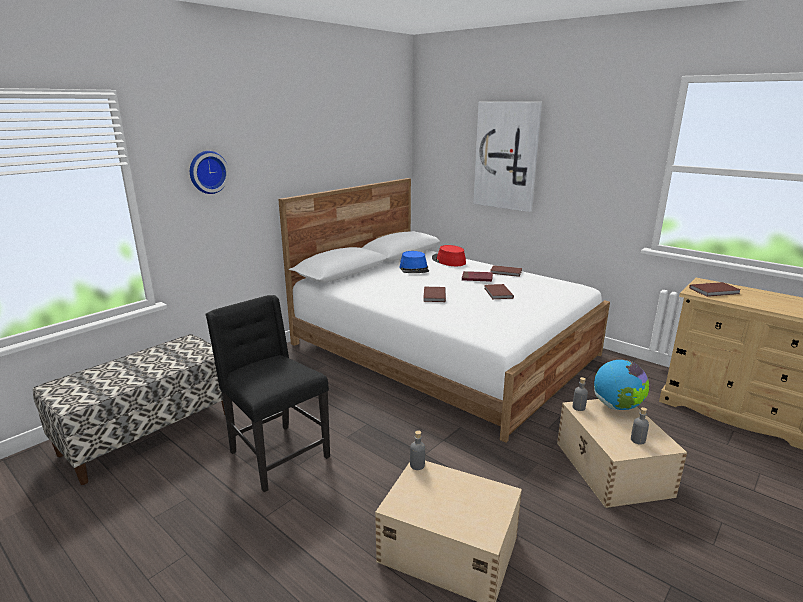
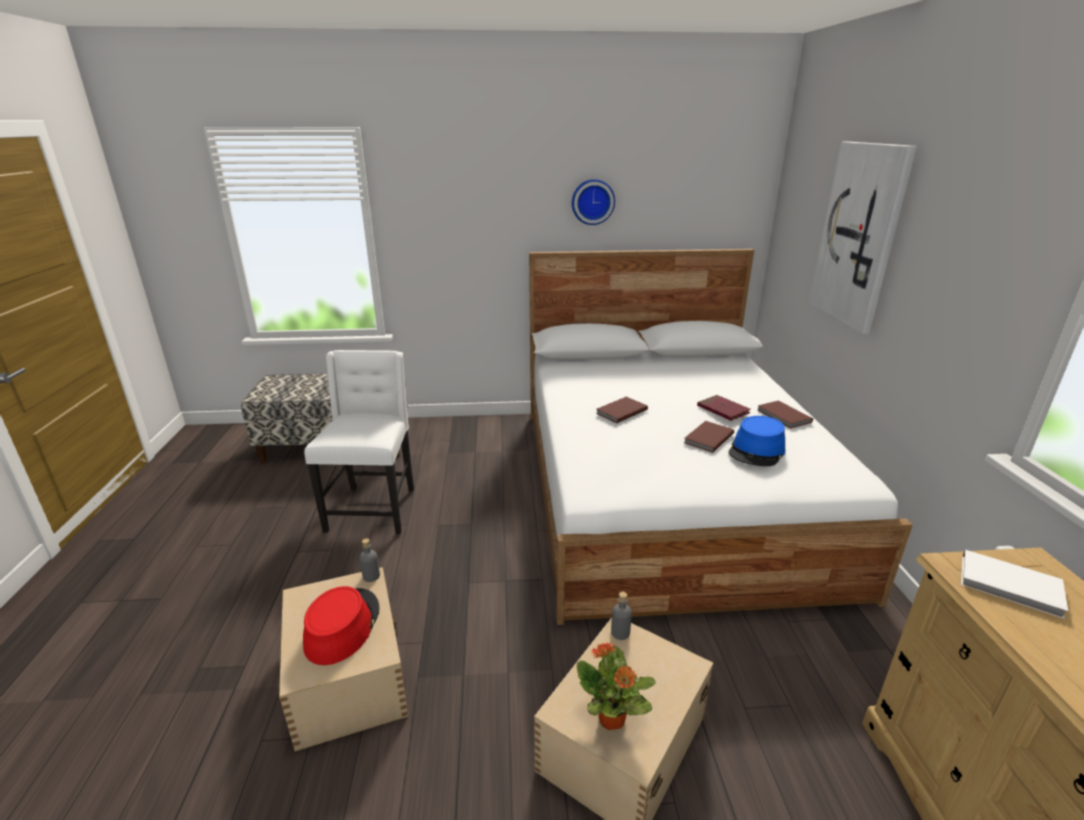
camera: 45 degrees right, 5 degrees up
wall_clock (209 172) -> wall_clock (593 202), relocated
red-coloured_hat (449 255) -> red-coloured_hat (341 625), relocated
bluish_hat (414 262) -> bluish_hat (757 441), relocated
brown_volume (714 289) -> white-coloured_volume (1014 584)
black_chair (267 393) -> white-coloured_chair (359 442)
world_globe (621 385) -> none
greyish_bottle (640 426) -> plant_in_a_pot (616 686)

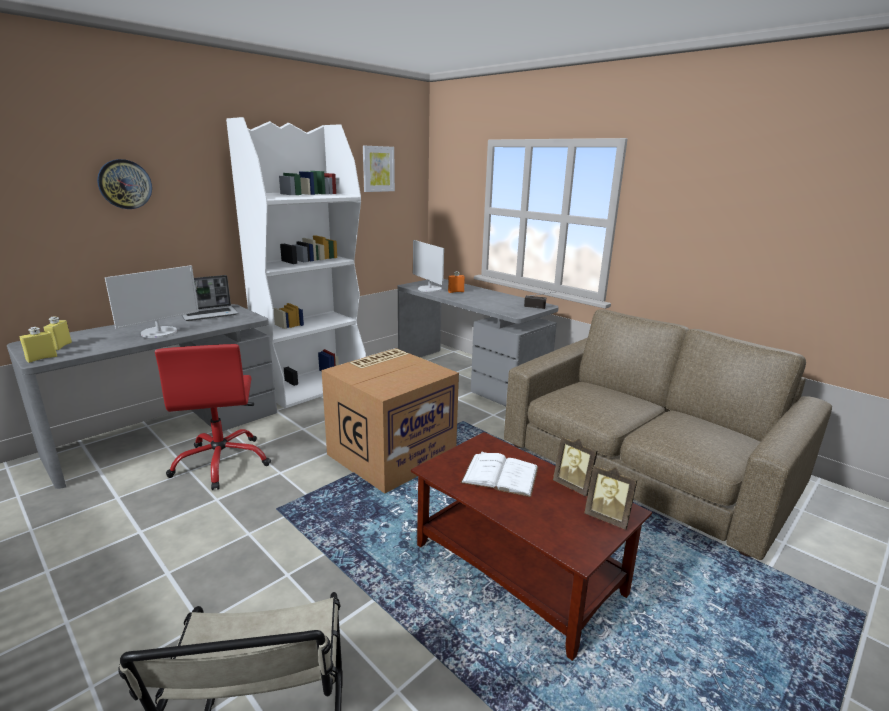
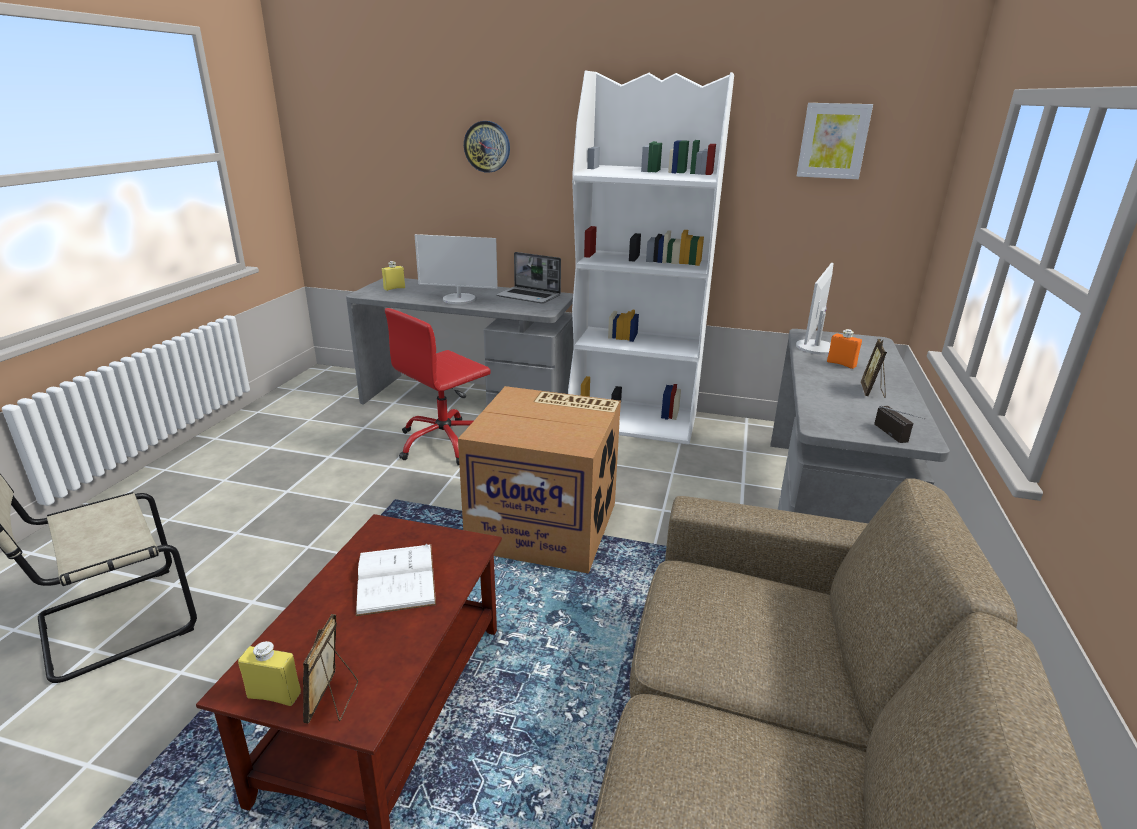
camera: 60 degrees right, 5 degrees up
yellowish_bottle (38 345) -> yellowish_bottle (269 673), relocated
photo_frame (575 466) -> photo_frame (874 368), relocated

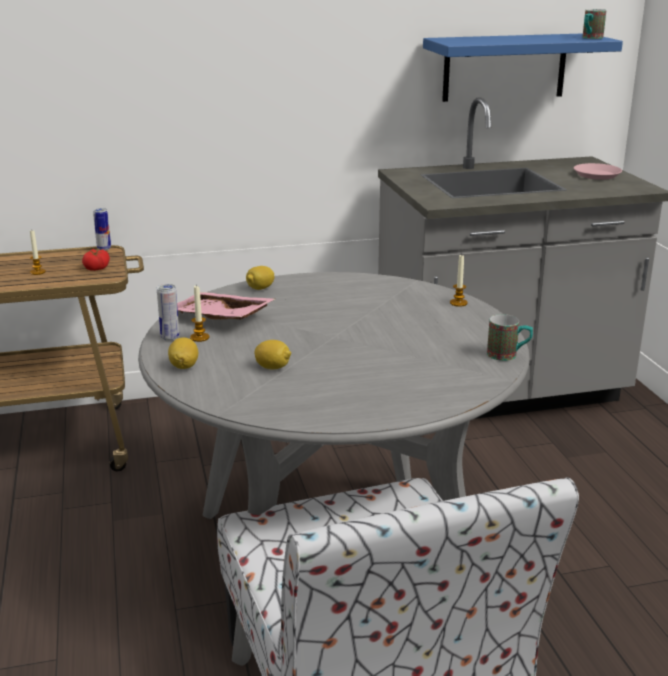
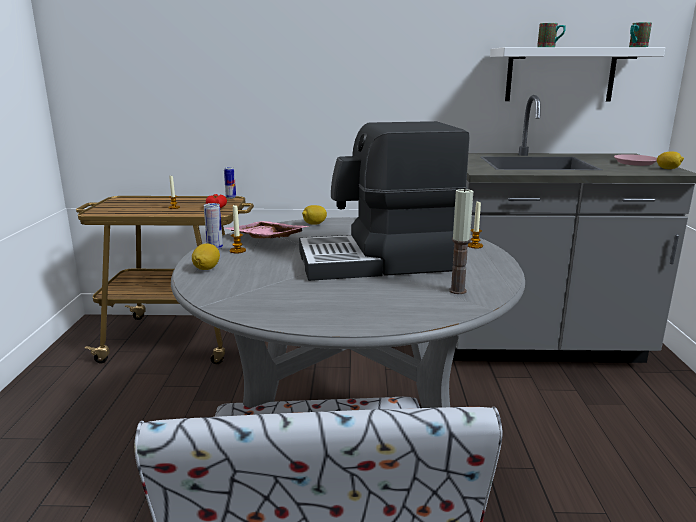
camera: 15 degrees right, 5 degrees down
bluish_bracket_shelf (523 67) -> white-coloured_bracket_shelf (577 74)
tea_mug (510 337) -> tea_mug (551 35), relocated
citrus_fruit (272 355) -> citrus_fruit (670 160), relocated
none -> coffee_machine (384 201)
none -> wax_light (461 240)

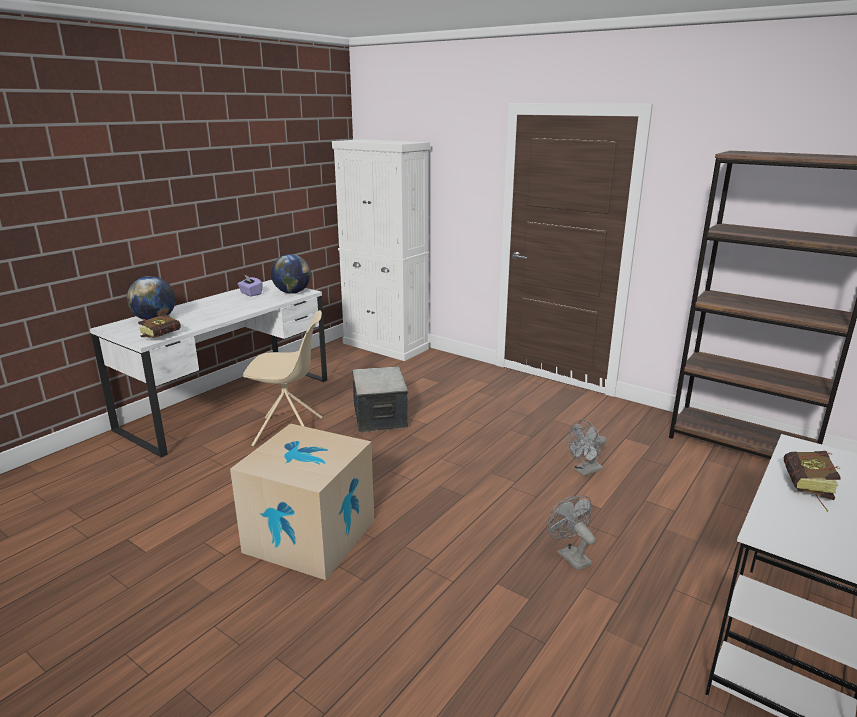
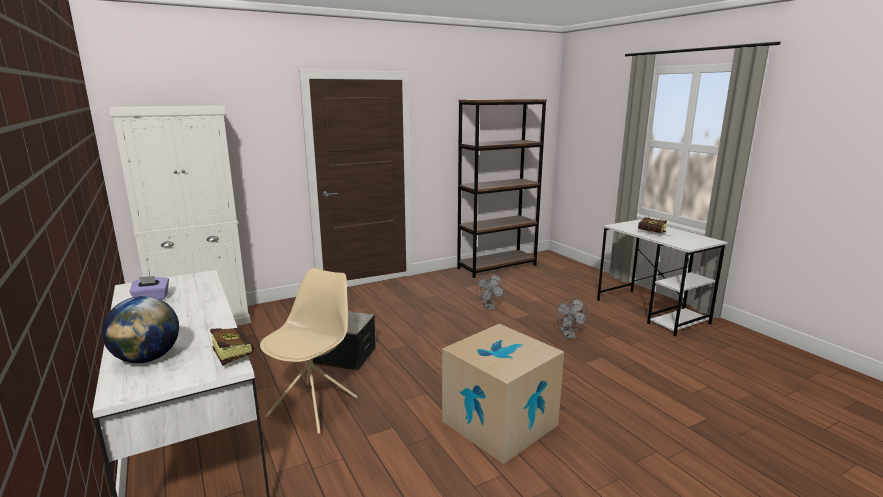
camera: 65 degrees left, 5 degrees down
world_globe (291 274) -> none
greyish_electric_fan (571 533) -> greyish_electric_fan (572 318), 90 degrees counterclockwise

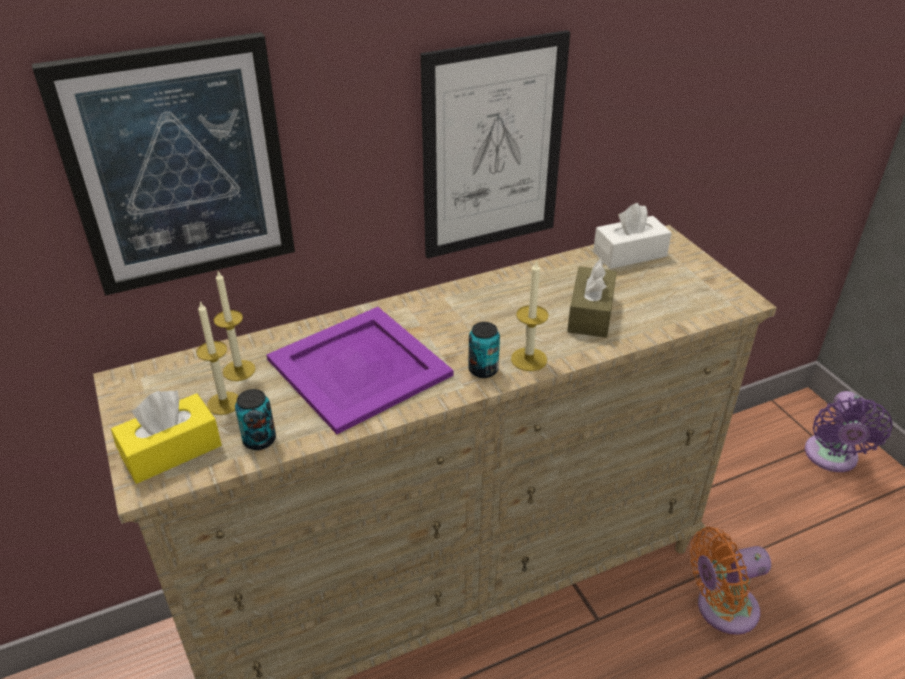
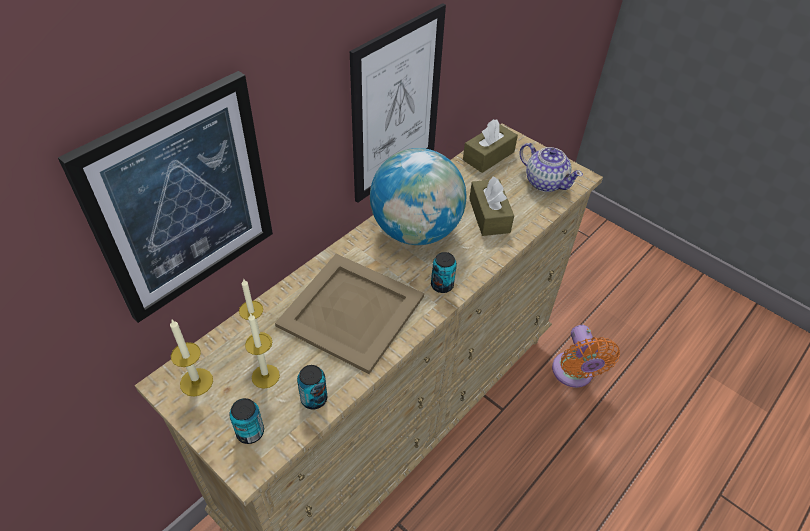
camera: 25 degrees left, 10 degrees up
white-coloured_tissue_box (632 236) -> brown_tissue_box (490 146)
wax_light (529 315) -> wax_light (191 358), relocated
purple-coloured_serving_tray (360 370) -> beige_serving_tray (349 314)
yellowish_tissue_box (166 437) -> metal_can (246 421)
purple-coloured_electric_fan (848 431) -> none
orange_electric_fan (730 581) -> orange_electric_fan (586 356), 60 degrees counterclockwise
none -> teapot (551 167)
none -> world_globe (418 196)

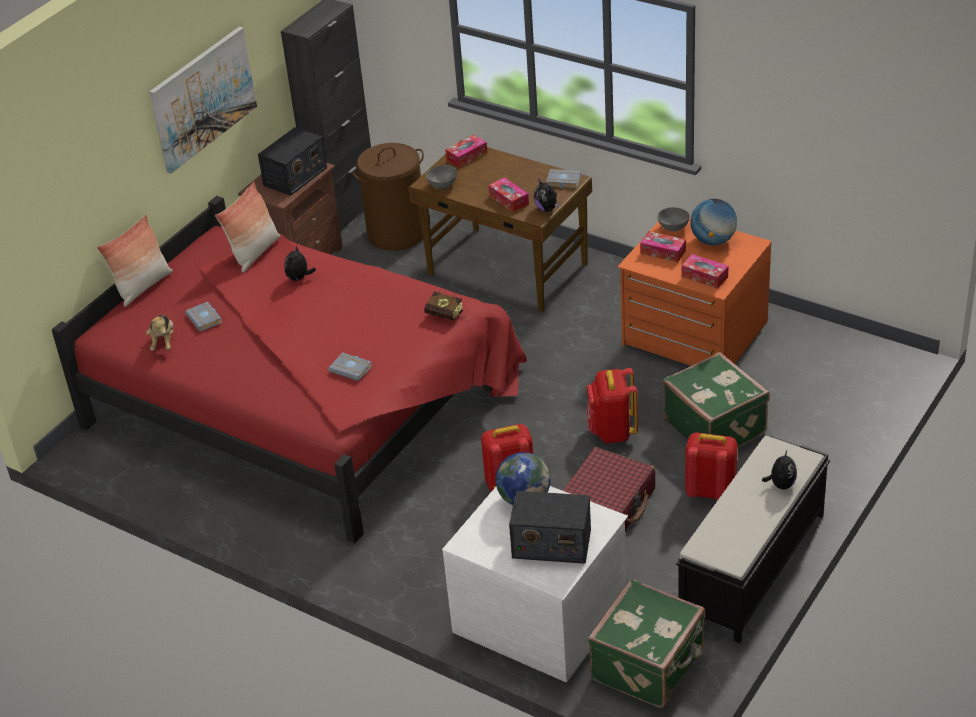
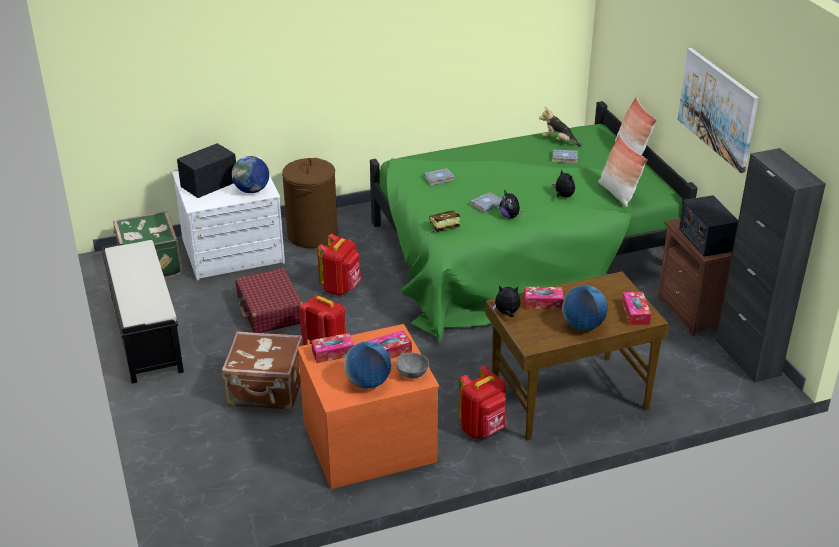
camera: 125 degrees right, 5 degrees down
brown_laundry_basket (388 197) -> brown_laundry_basket (310 203), relocated
greyish_serving_bowl (441 177) -> none
greyish_volume (563 178) -> greyish_volume (485 202), relocated
red-coloured_bed (289 370) -> greenish_bed (534 222)
greenish_suitcase (716 400) -> brown_suitcase (262 370)
red-coloured_knapsack (711 466) -> red-coloured_knapsack (482 402), relocated
soft_toy (779 469) -> soft_toy (511 204), relocated
none -> world_globe (585 308)

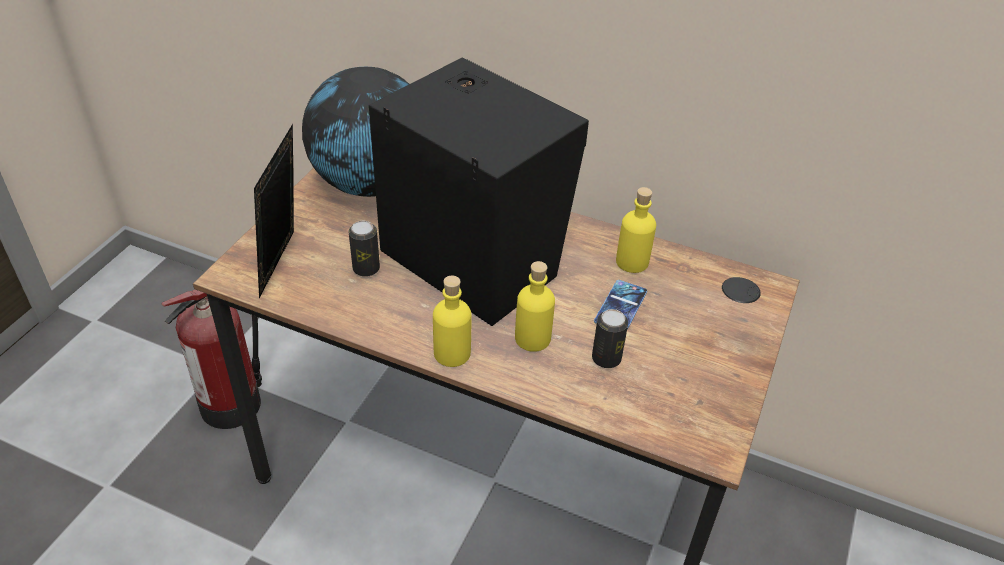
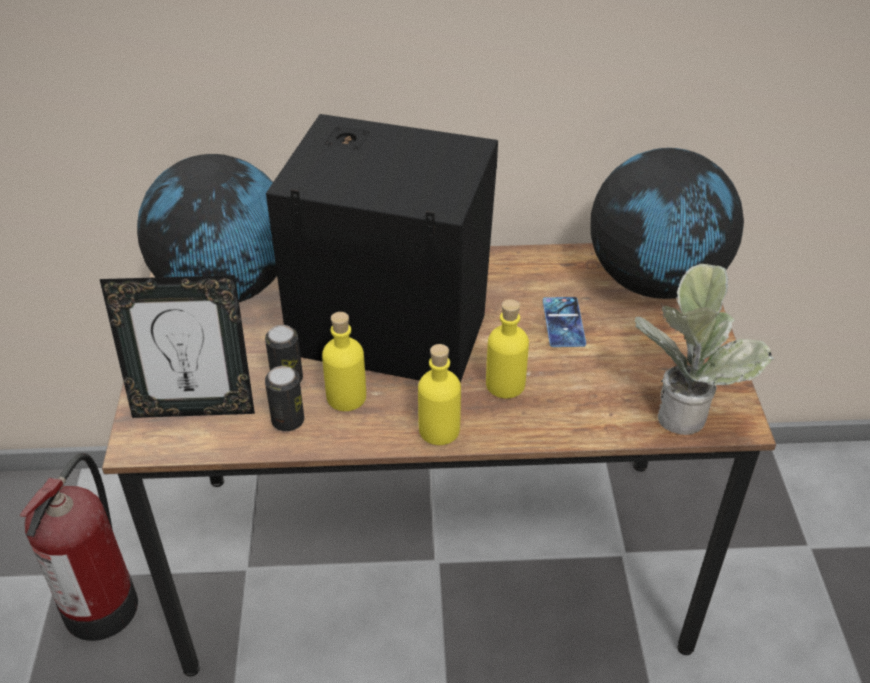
camera: 25 degrees left, 0 degrees up
photo_frame (274 211) -> photo_frame (177 346), 75 degrees counterclockwise
yellowish_bottle (636 230) -> yellowish_bottle (344 361), relocated
metal_can (610 338) -> metal_can (284 398), relocated
none -> world_globe (667 223)
none -> plant_in_a_pot (704 349)

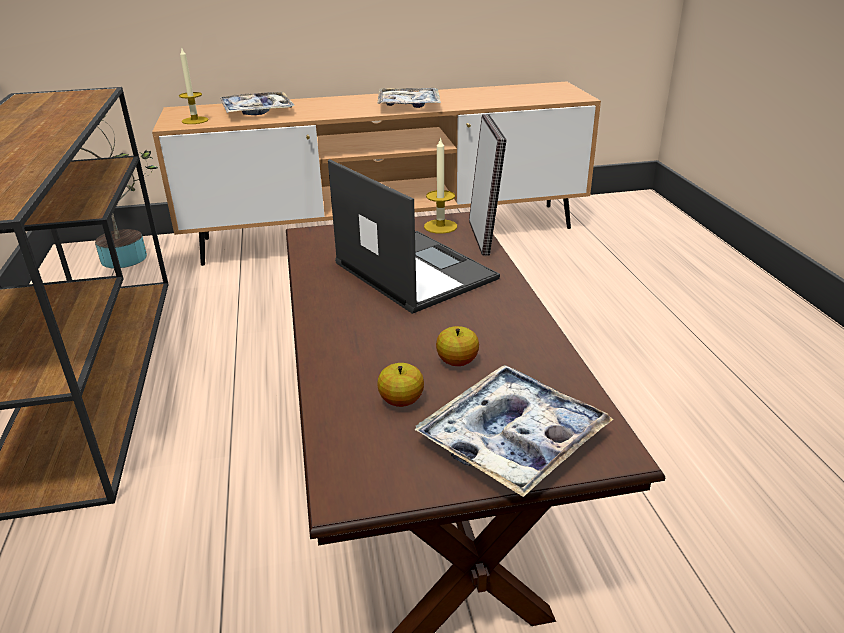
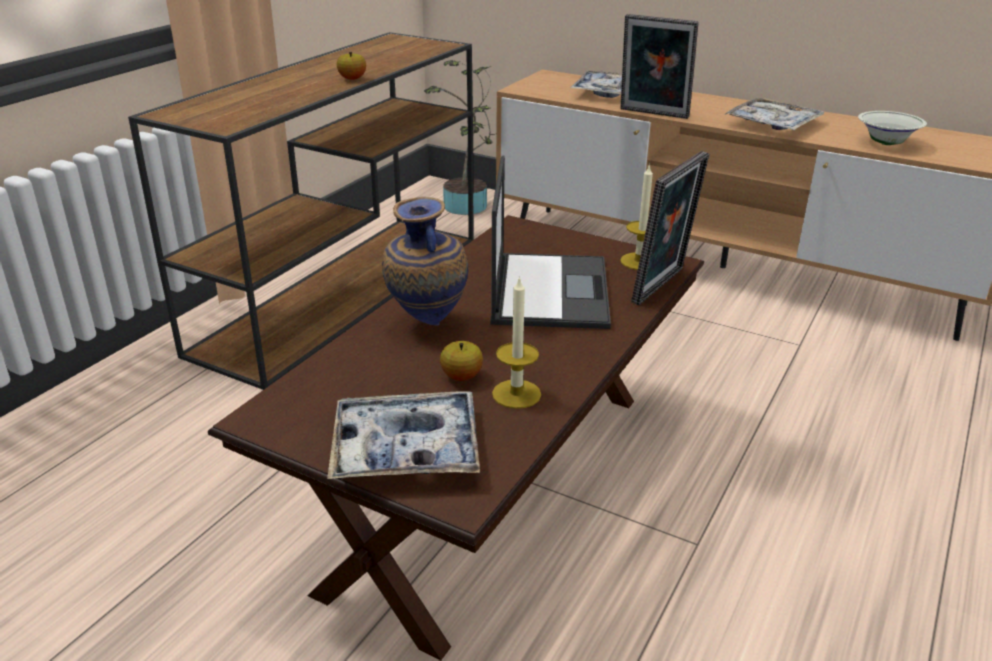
camera: 40 degrees right, 0 degrees up
wax_light (194 86) -> wax_light (516 342), relocated
apple_fruit (400 385) -> apple_fruit (351 66), relocated
none -> photo_frame (659 66)
none -> white-coloured_serving_bowl (892 128)
none -> flower_vase (425 261)

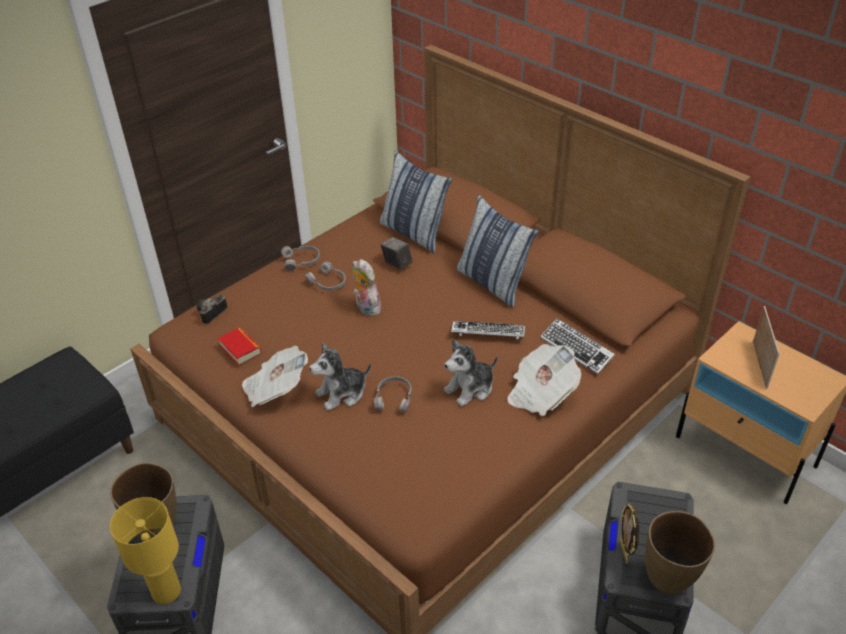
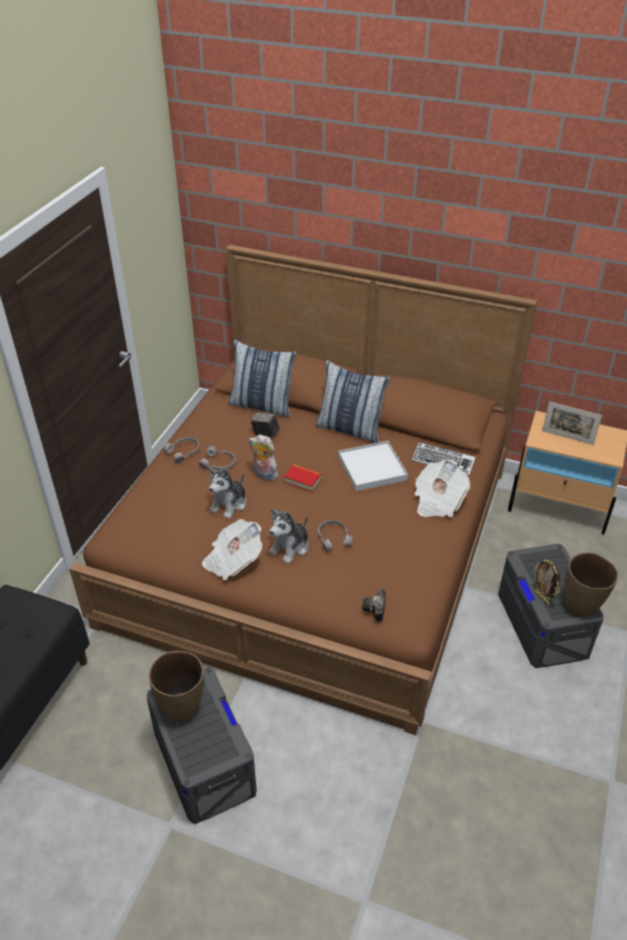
camera: 25 degrees left, 0 degrees up
still_camera (212 309) -> still_camera (374 605), relocated
photo_frame (766 347) -> photo_frame (572 423), 135 degrees clockwise
PC_keyboard (488 330) -> white-coloured_serving_tray (373 466)
volume (239 347) -> volume (303 478), relocated
soft_toy (471 373) -> soft_toy (227 493), relocated
yellowish_tabletop_lamp (145 550) -> none

